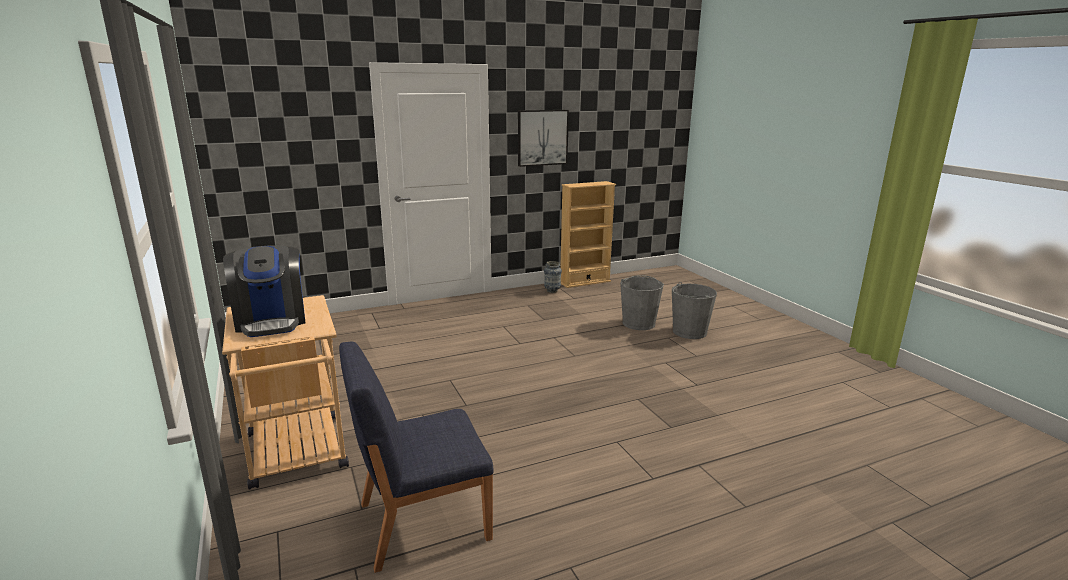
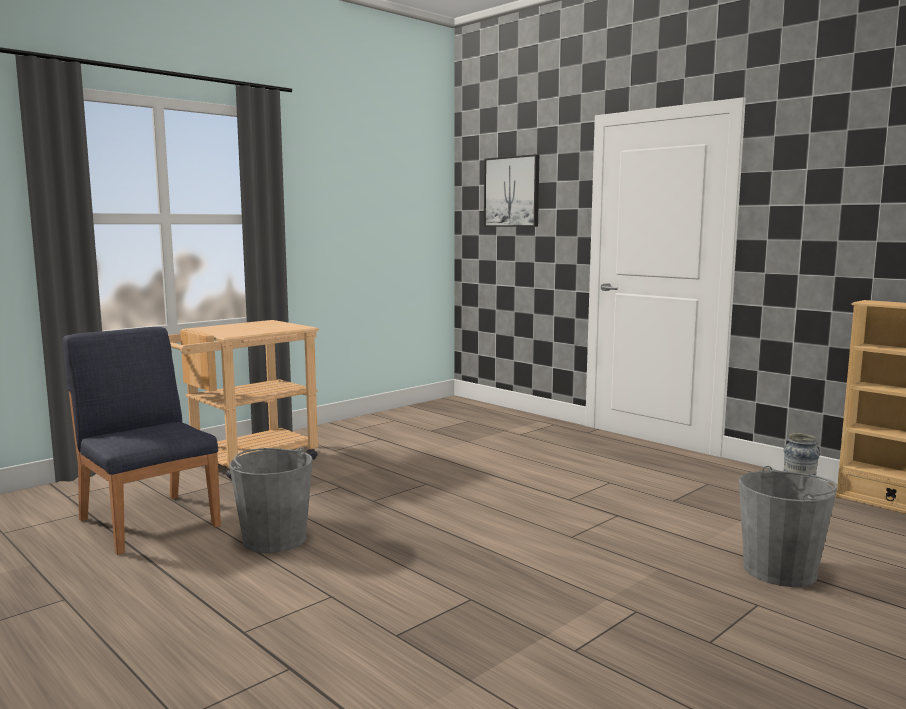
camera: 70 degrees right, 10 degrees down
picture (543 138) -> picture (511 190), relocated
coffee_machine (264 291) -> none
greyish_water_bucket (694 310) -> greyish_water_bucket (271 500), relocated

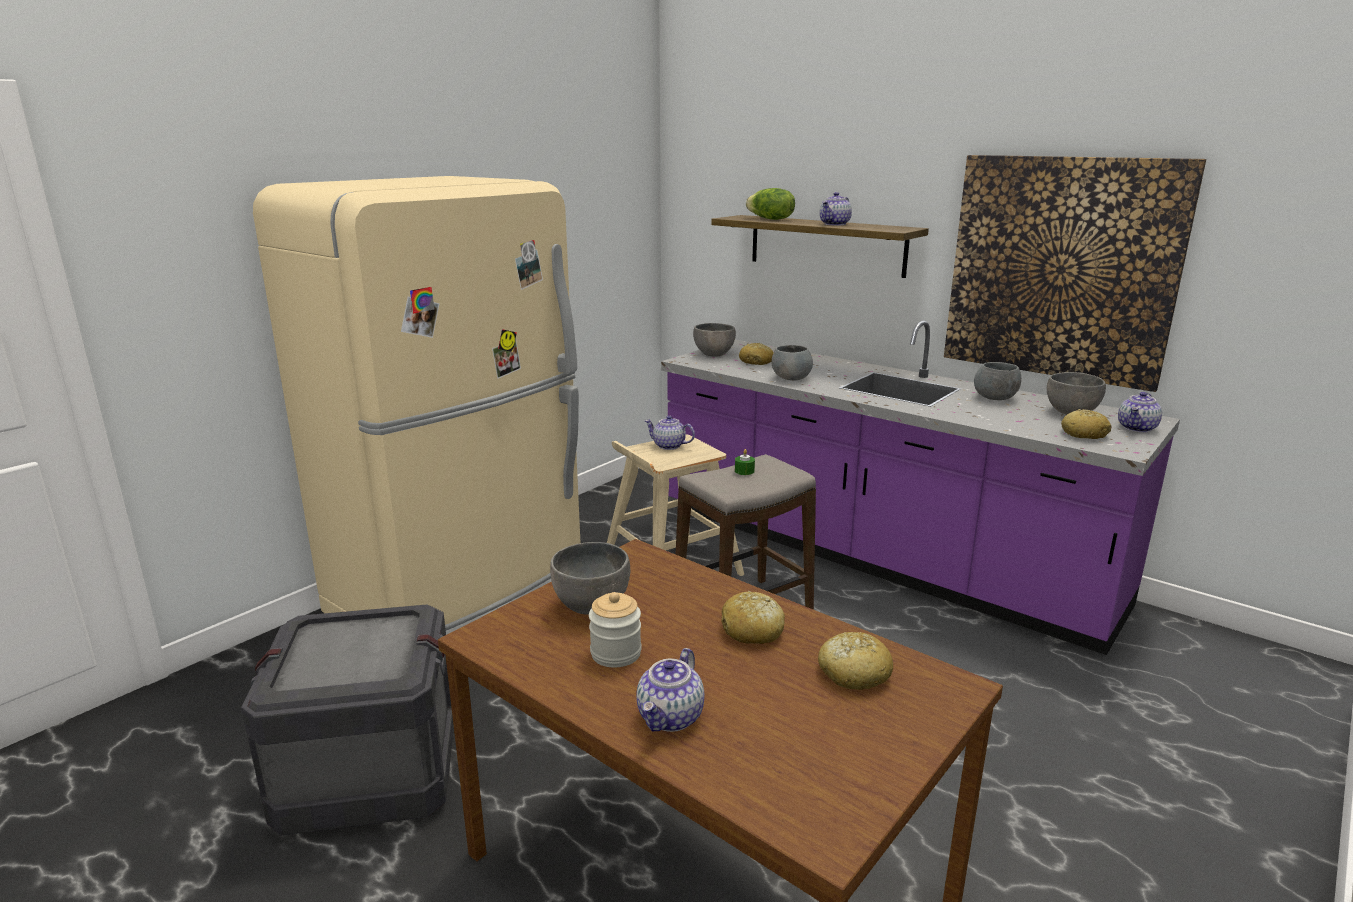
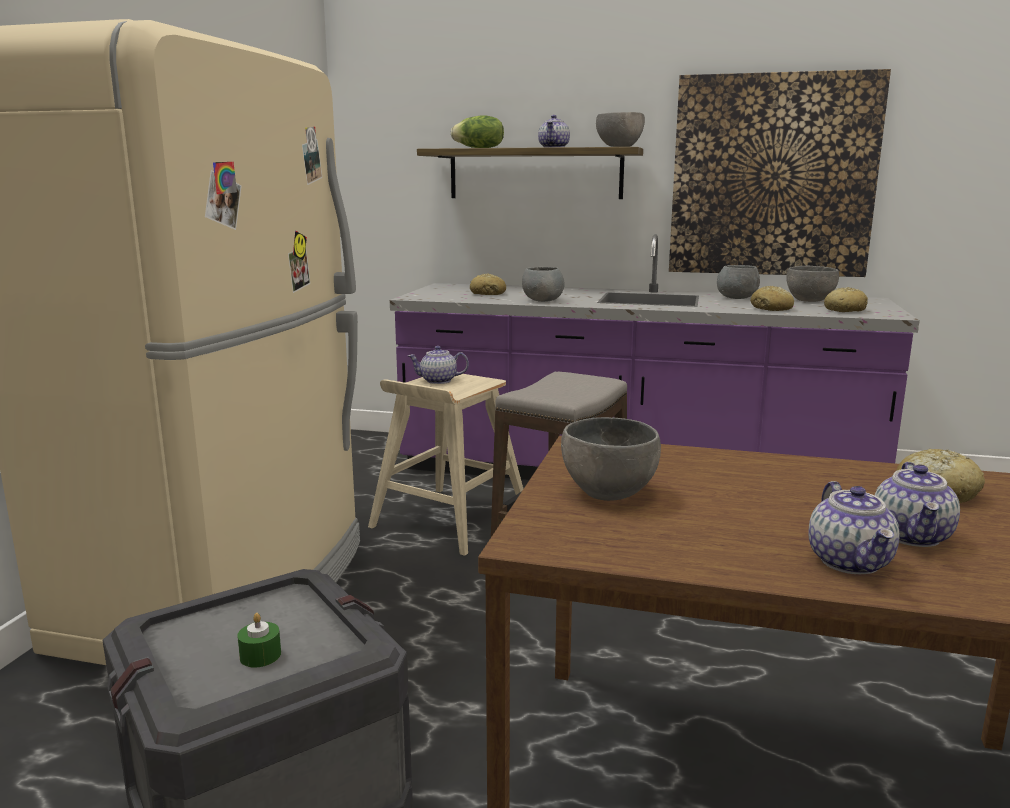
camera: 25 degrees left, 5 degrees down
greyish_serving_bowl (714 340) -> greyish_serving_bowl (620 129), relocated
teapot (1140 412) -> teapot (917 504), relocated
greenish_wax_light (745 462) -> greenish_wax_light (259 640), relocated
bakery_bread (753 617) -> bakery_bread (772 298), relocated
jar (615 629) -> none

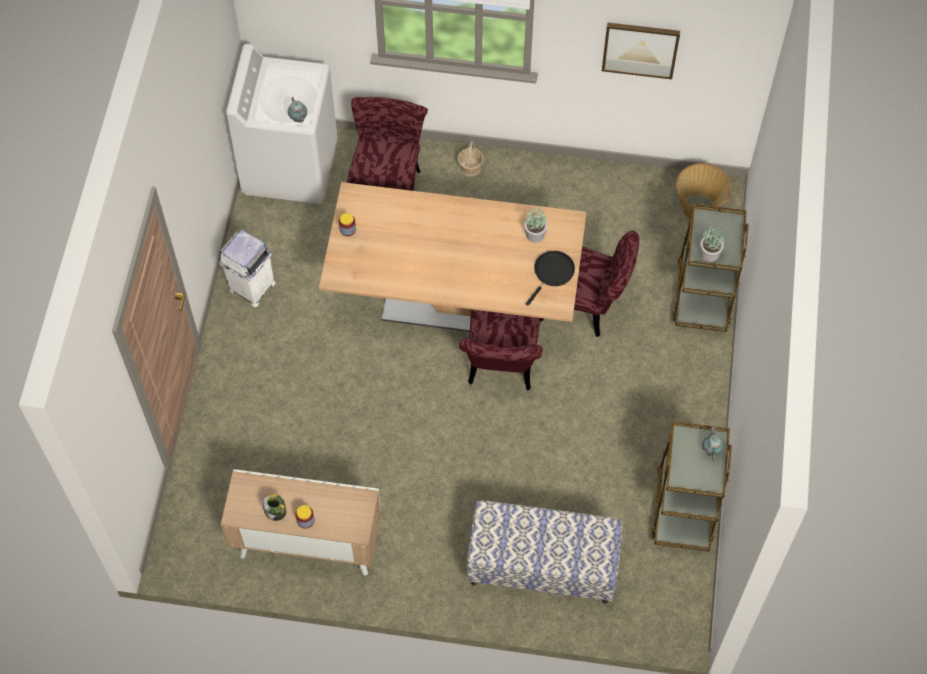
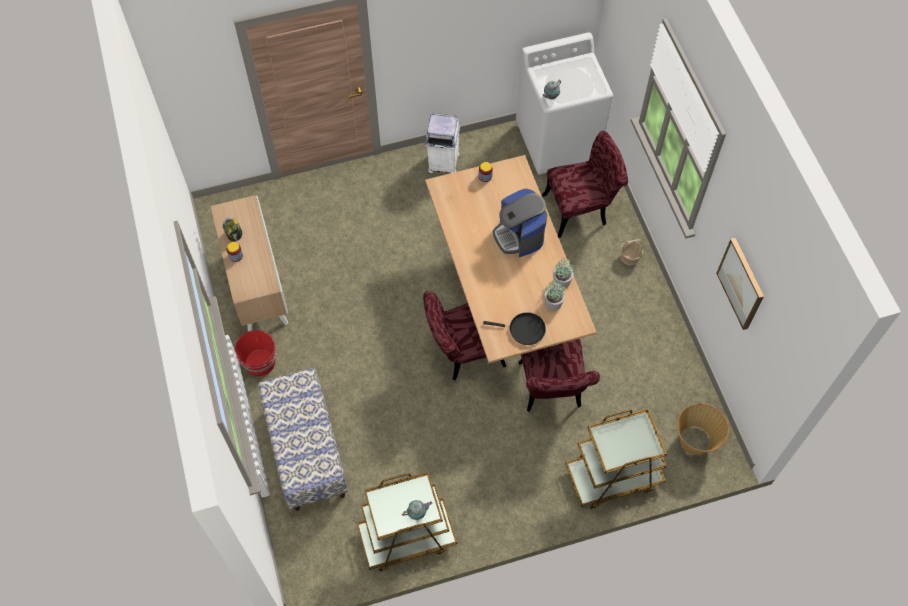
camera: 65 degrees right, 0 degrees up
plant_in_a_pot (712 243) -> plant_in_a_pot (563 273), relocated
none -> coffee_machine (520 223)
none -> red-coloured_water_bucket (256 353)

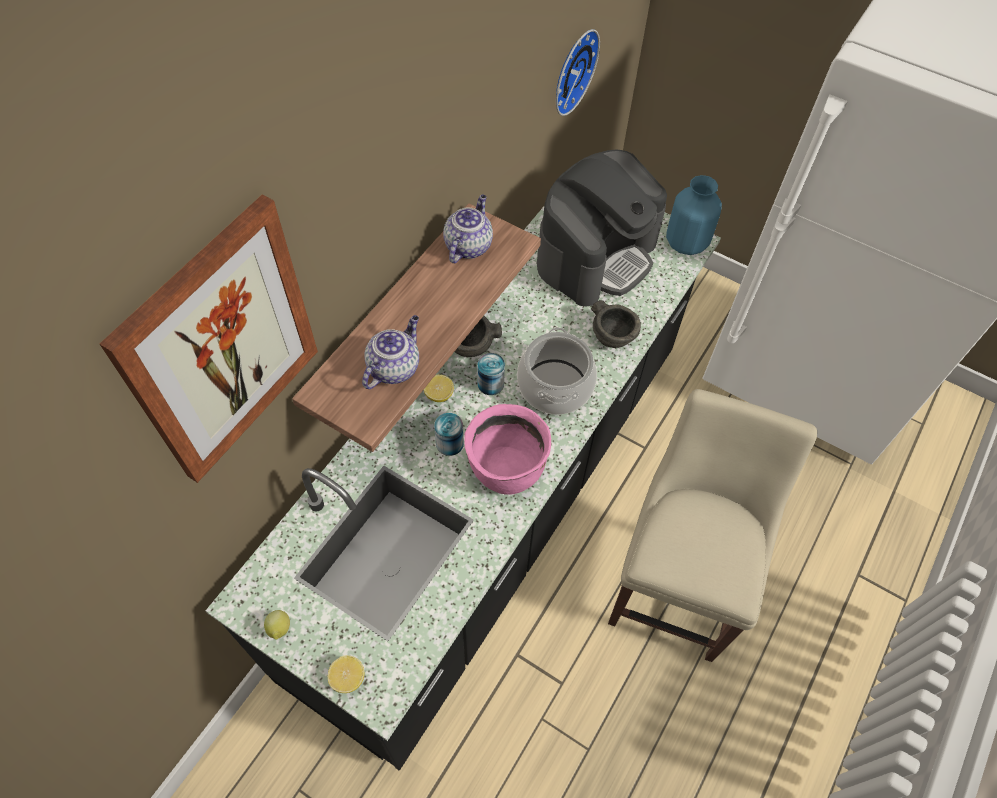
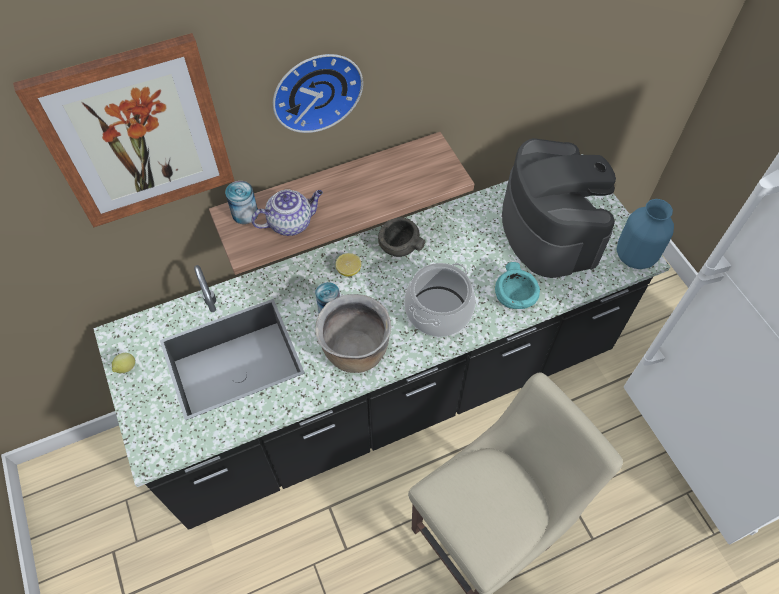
camera: 35 degrees right, 0 degrees up
wall_clock (578 72) -> wall_clock (318 93), relocated
coffee_machine (602 227) -> coffee_machine (559 208), 90 degrees counterclockwise
teapot (468 228) -> none
greyish_serving_bowl (616 324) -> blue-green_serving_bowl (517 285)
metal_can (491 374) -> metal_can (241 202), relocated
pinkish_stockpot (507 449) -> brown_stockpot (353 333)
citrus_fruit (346 674) -> none

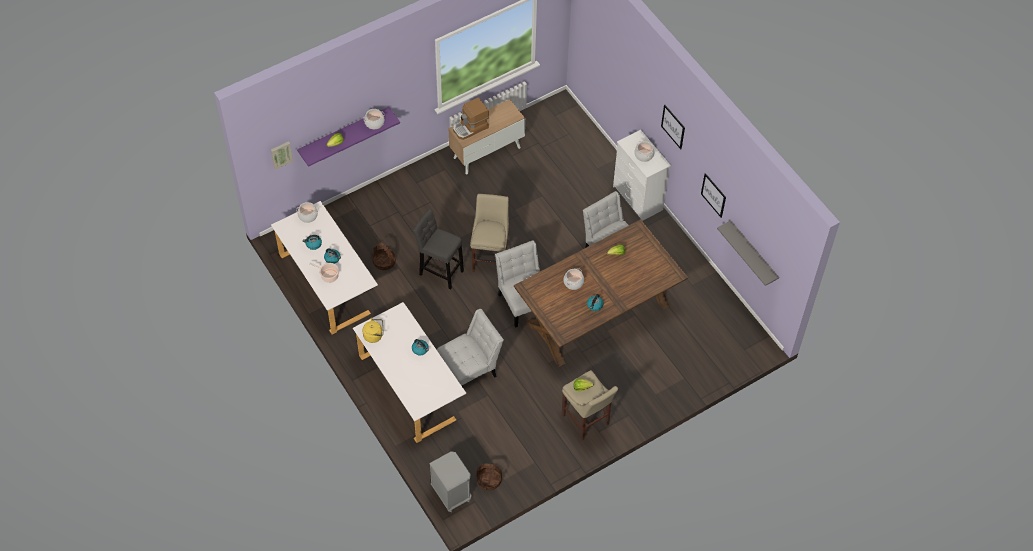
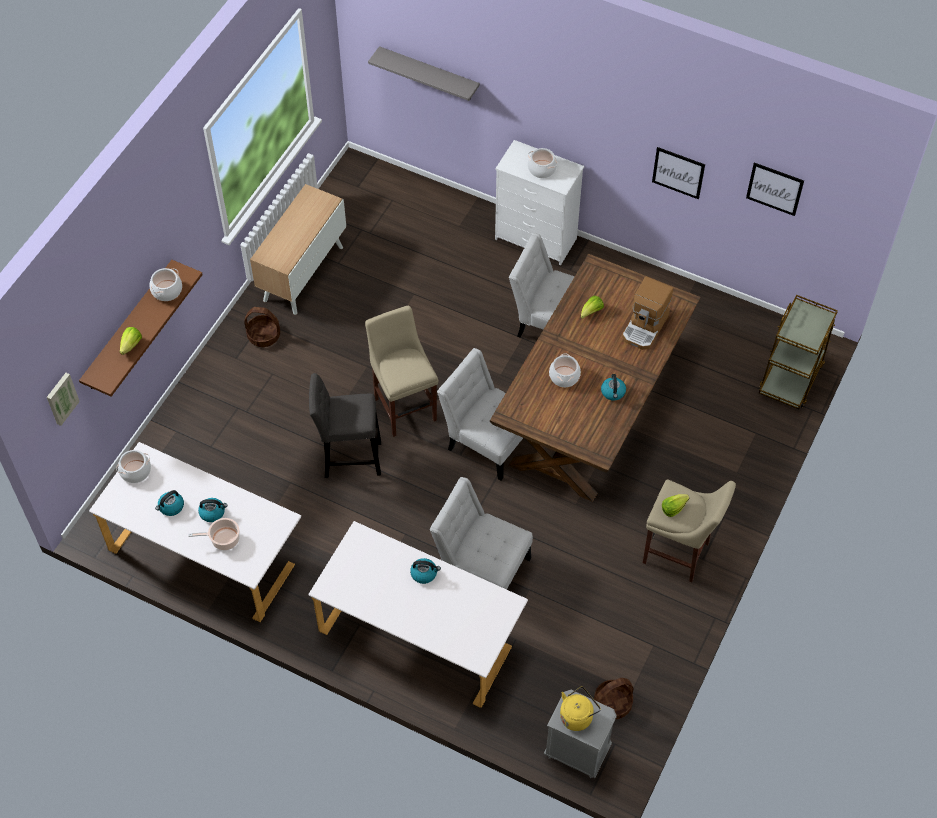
camera: 30 degrees left, 0 degrees up
coffee_machine (471 119) -> coffee_machine (647 313), relocated
picture (673 127) -> picture (775 189), relocated
purple-coloured_bracket_shelf (348 137) -> brown_bracket_shelf (141 328)
greyish_bracket_shelf (748 253) -> greyish_bracket_shelf (424 73), relocated
household_basket (384 256) -> household_basket (262 327), relocated
white-coloured_chair (470 348) -> white-coloured_chair (481 533), 90 degrees counterclockwise
yellowish_tea_kettle (373 330) -> yellowish_tea_kettle (580 709), relocated
none -> brown_trolley (798 352)

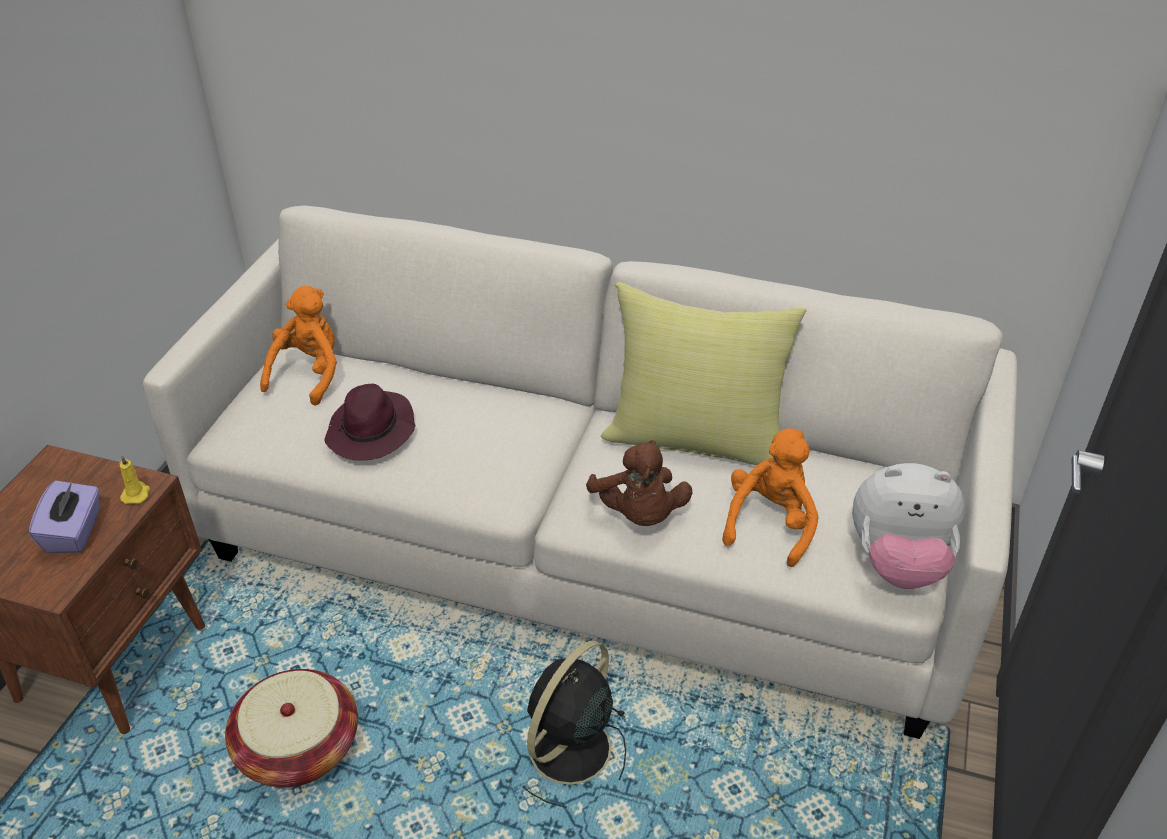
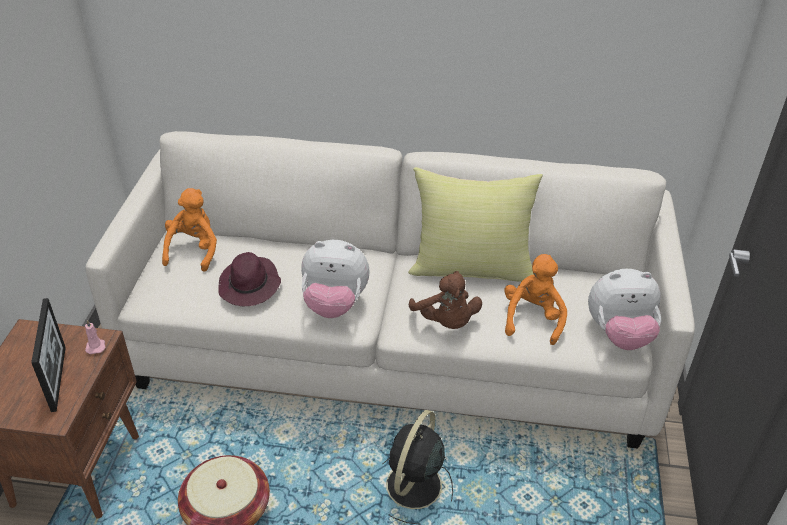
camera: 10 degrees left, 0 degrees up
yellowish_wax_light (134 479) -> pinkish_wax_light (95 337)
purple-coloured_tissue_box (64 517) -> photo_frame (48 355)
none -> soft_toy (335 279)

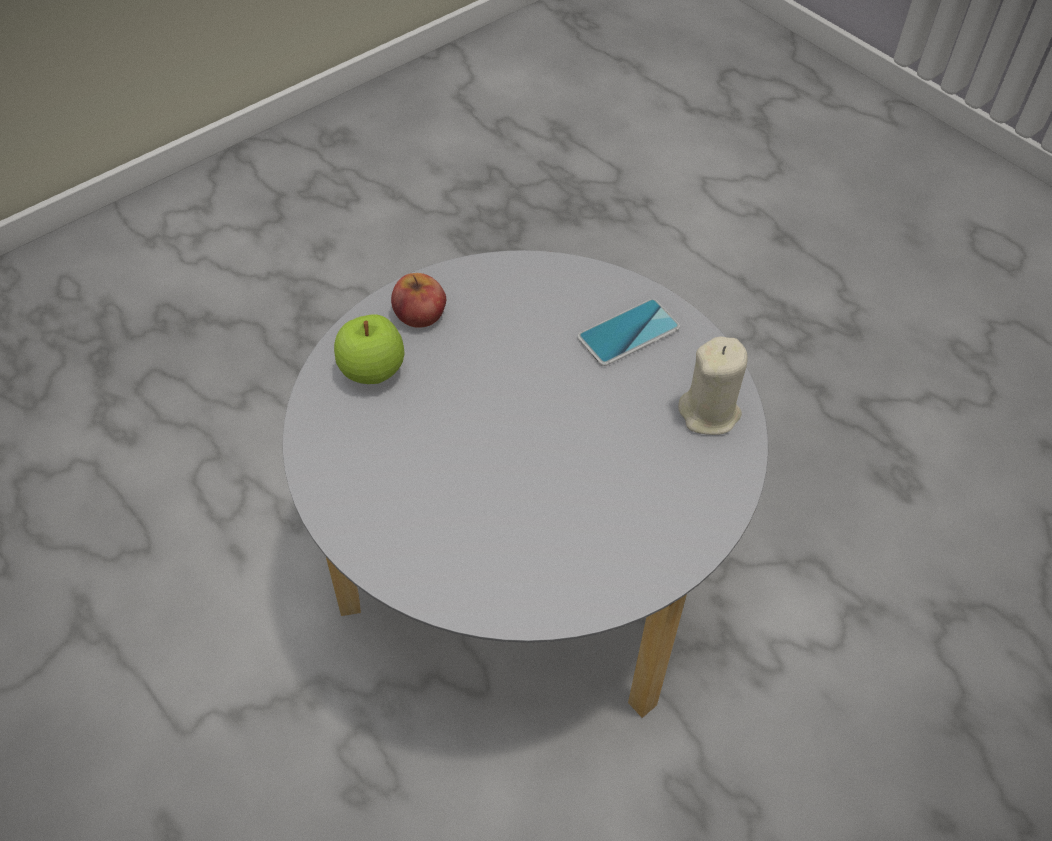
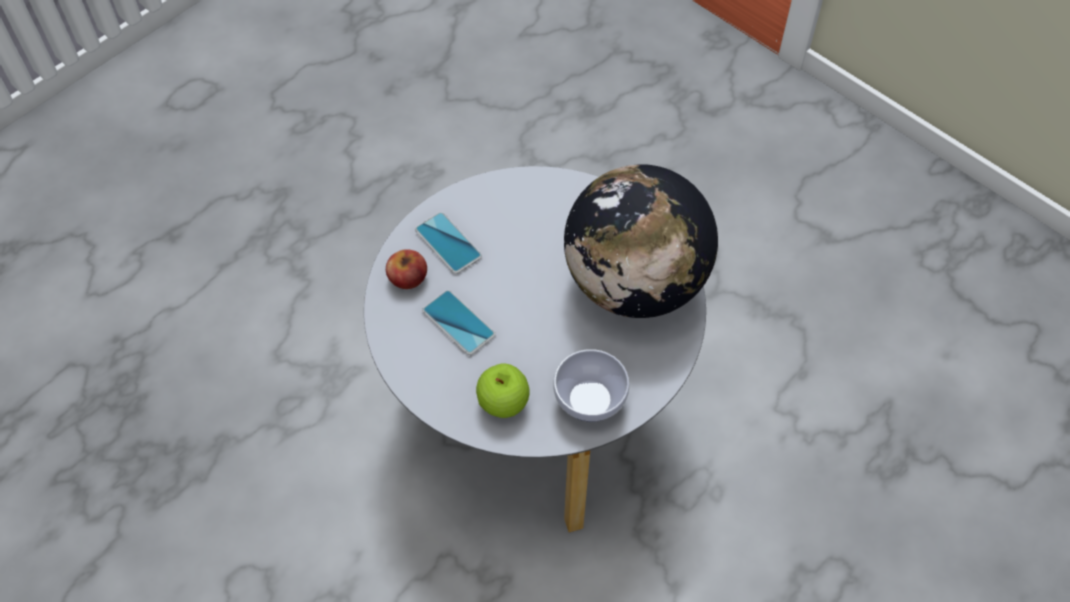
camera: 95 degrees left, 5 degrees up
apple_fruit (418 300) -> apple_fruit (406 269), relocated
beige_wax_light (713 385) -> none
none -> world_globe (641 241)
none -> phone (458 322)
none -> serving_bowl (591 385)

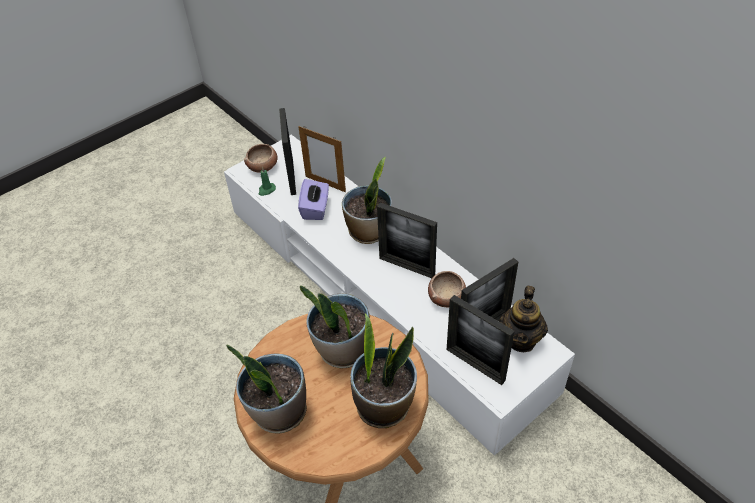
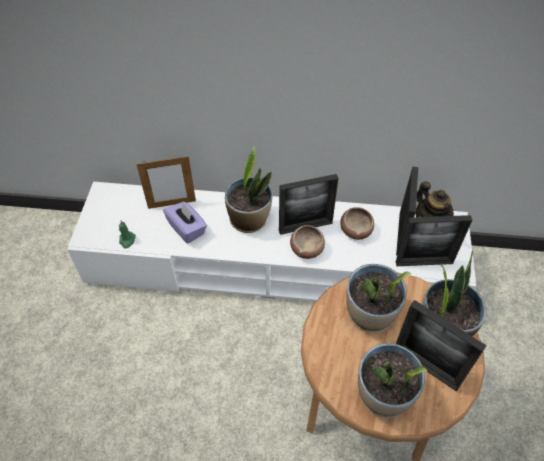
camera: 45 degrees left, 5 degrees up
photo_frame (287 151) -> photo_frame (441 346), relocated
serving_bowl (261 158) -> serving_bowl (307 242), relocated

